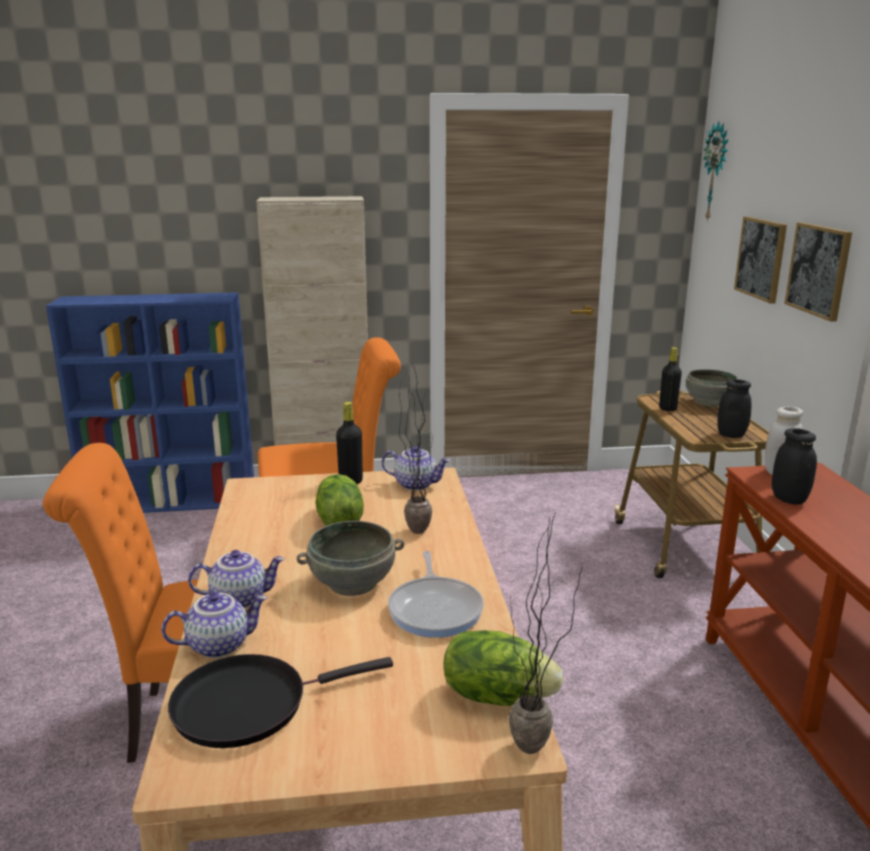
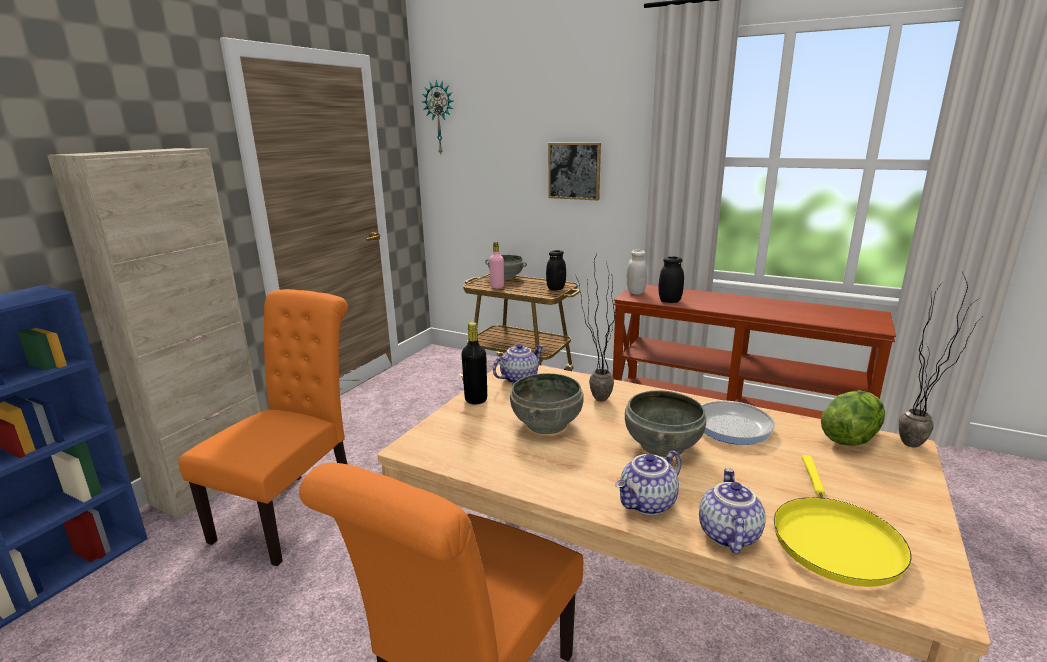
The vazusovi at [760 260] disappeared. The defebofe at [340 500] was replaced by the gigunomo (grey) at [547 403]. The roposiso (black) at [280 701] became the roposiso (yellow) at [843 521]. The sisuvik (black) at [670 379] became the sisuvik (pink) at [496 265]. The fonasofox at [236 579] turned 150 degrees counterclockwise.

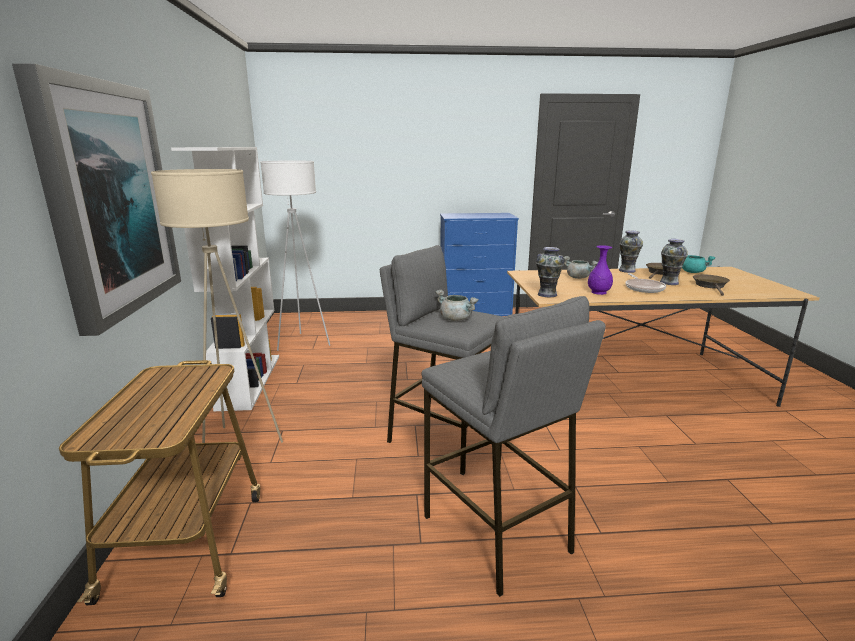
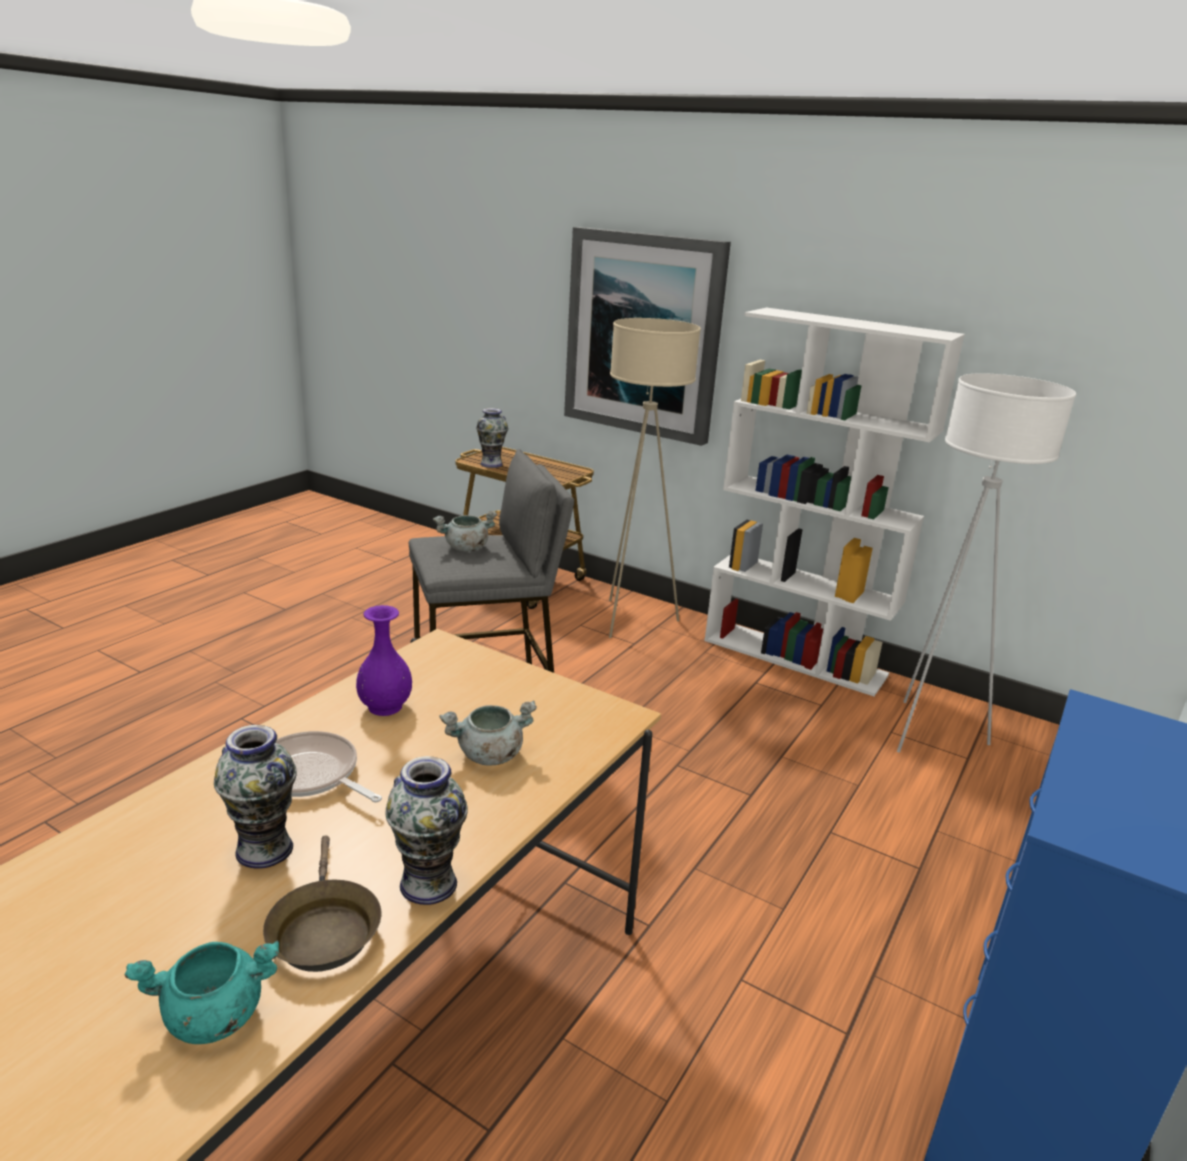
The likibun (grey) at [513 446] disappeared. The roposiso (brown) at [711 285] disappeared. The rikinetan moved from [550 272] to [492 438].

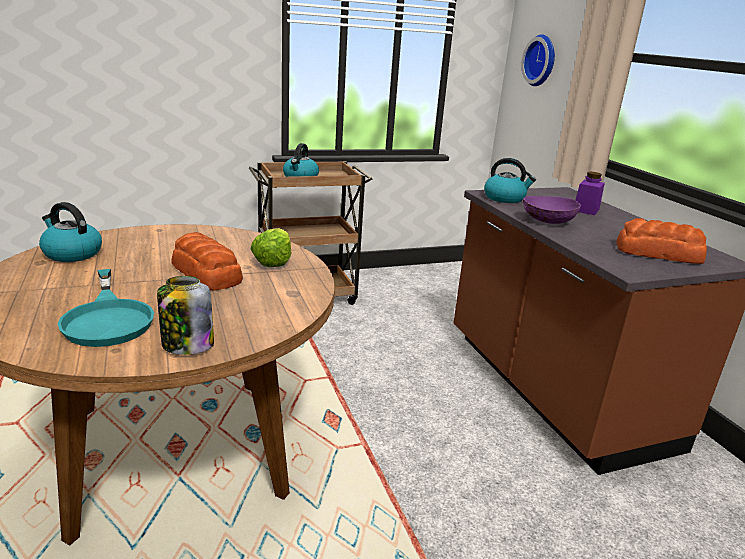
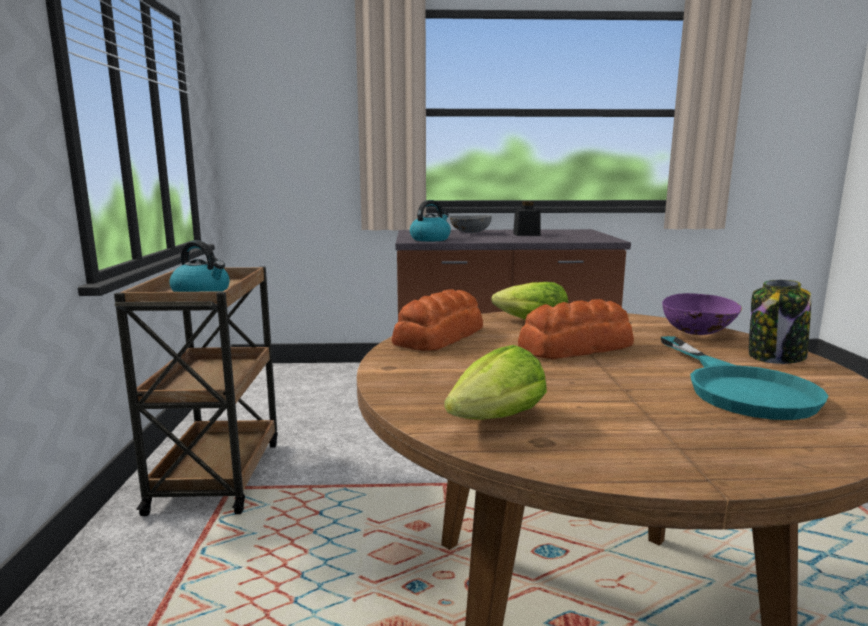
The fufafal at [538 60] disappeared. The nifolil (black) at [527 218] appeared. The gigunomo (purple) moved from [552 210] to [702 314]. The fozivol moved from [661 241] to [437 320]. The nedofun at [70 232] was replaced by the defebofe at [495 382]. The nifolil (purple) at [590 193] was replaced by the gigunomo (grey) at [470 224]. The roposiso (turquoise) at [106 308] turned 90 degrees clockwise.

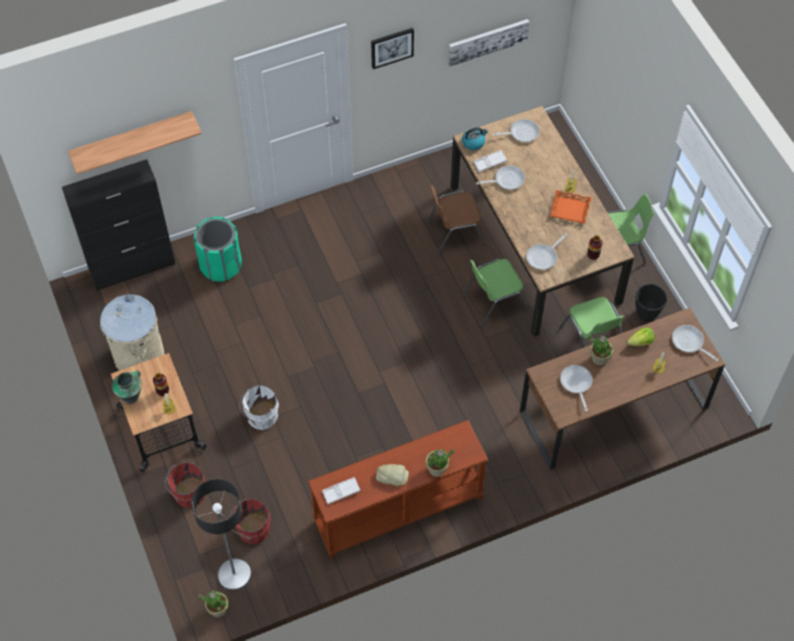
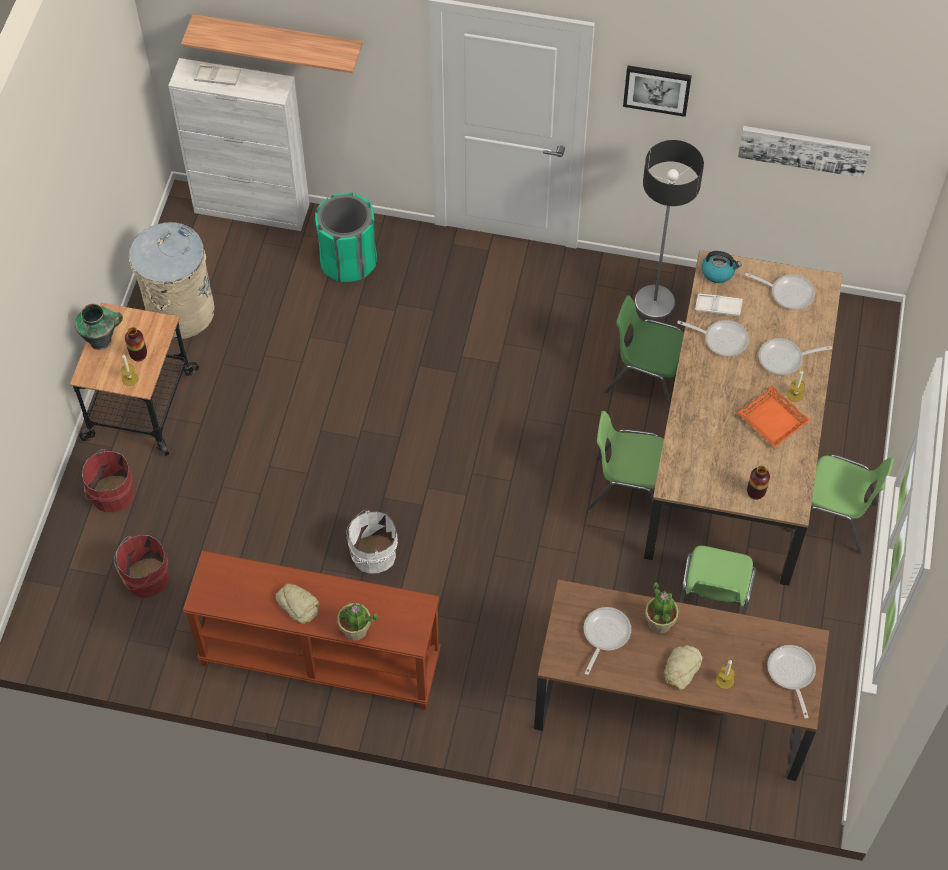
The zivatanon at [213 604] disappeared. The defebofe at [641 336] disappeared. The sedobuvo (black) at [651 302] disappeared. The fozivol at [683 667] appeared. The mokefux moved from [221 535] to [669 230]. The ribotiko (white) moved from [259 407] to [372 542]. The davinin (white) moved from [341 490] to [217 75]. The roposiso moved from [546 252] to [795 356]. The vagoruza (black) at [118 225] became the vagoruza (white) at [239 144]. The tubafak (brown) at [456 220] became the tubafak (green) at [644 352].

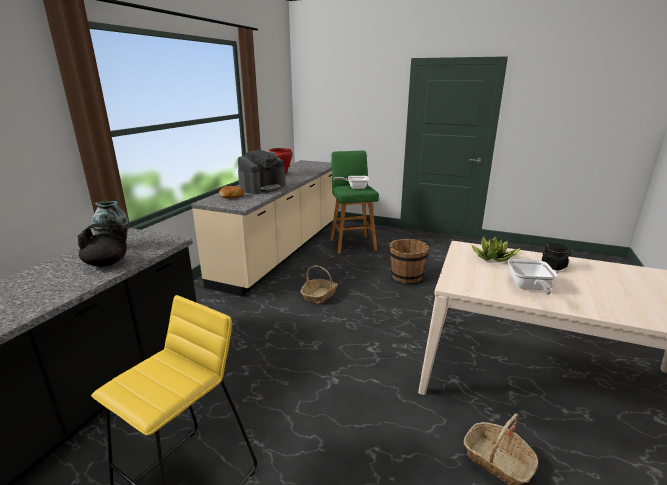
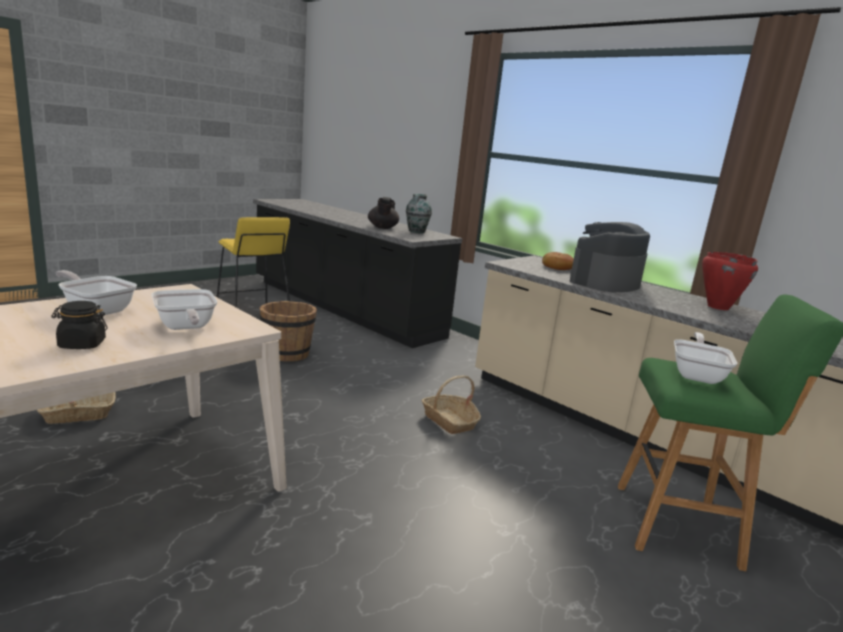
The ribotiko (brown) moved from [409 261] to [288 331]. The zivatanon at [496 249] was replaced by the roposiso at [184 309]. The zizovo at [261 172] turned 75 degrees clockwise.

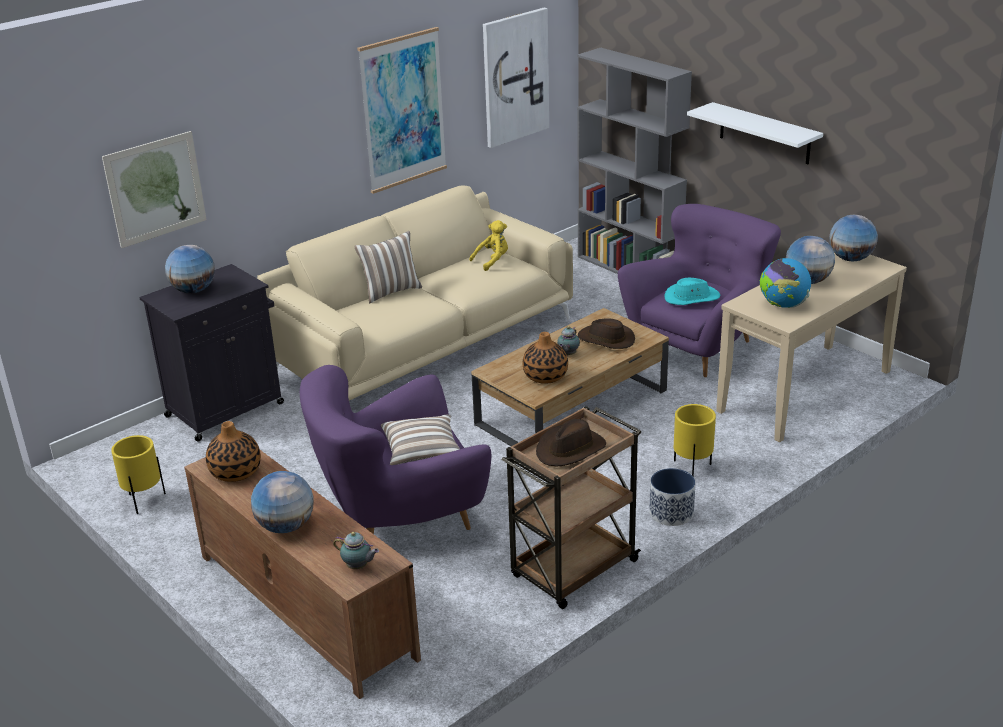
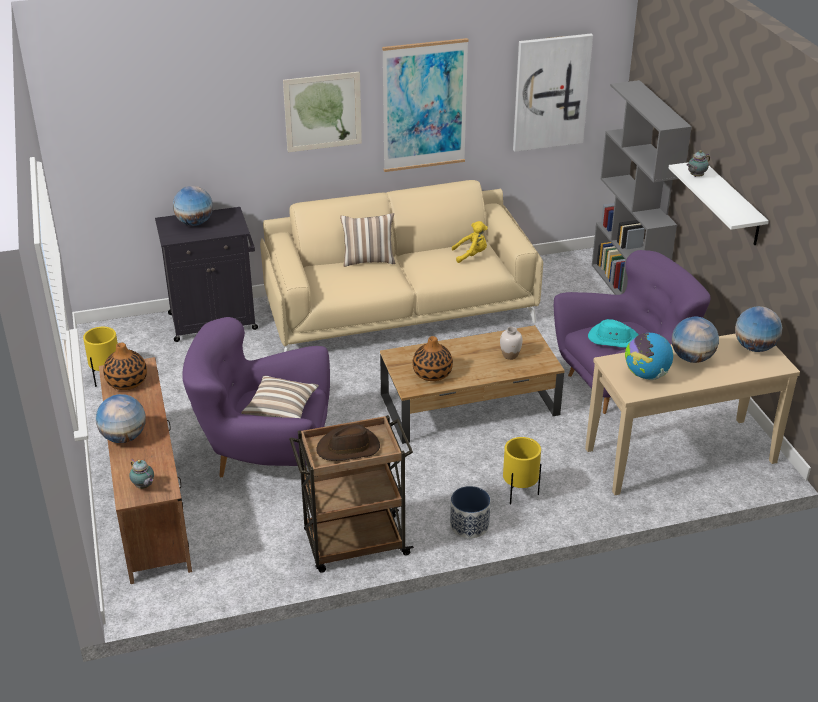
The vazusovi moved from [154 189] to [322 112]. The fonasofox moved from [568 341] to [698 163]. The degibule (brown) at [606 334] was replaced by the rikinetan (white) at [511 343].

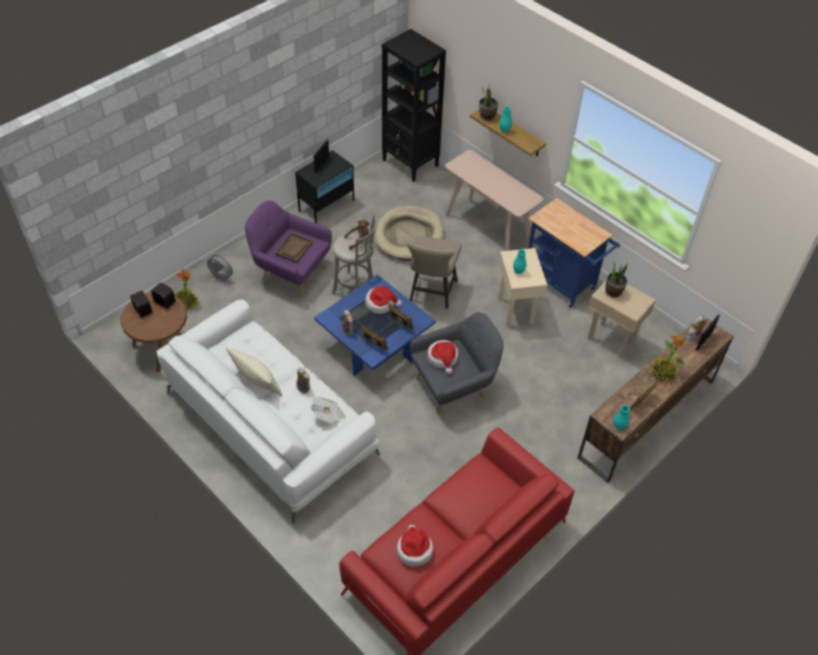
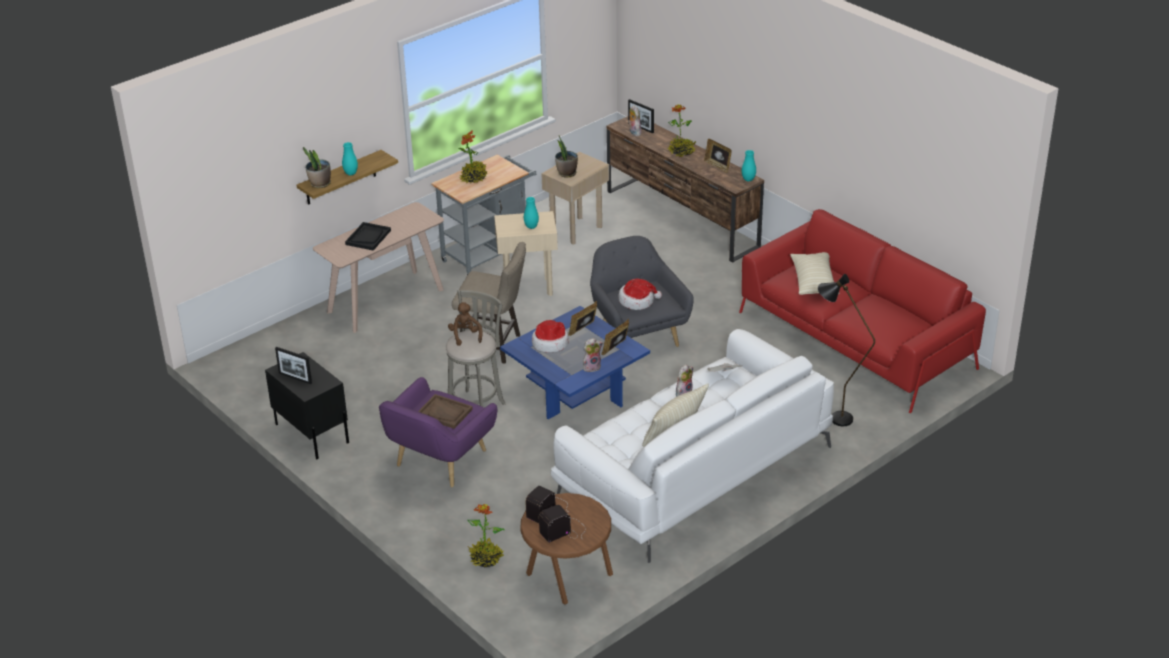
The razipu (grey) at [219 268] disappeared. The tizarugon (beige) at [409 233] disappeared. The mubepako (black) at [414 105] disappeared. The degibule at [415 546] disappeared. The davinin (black) at [368 236] appeared. The zivatanon at [473 156] appeared. The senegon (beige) at [814 273] appeared. The mokefux (black) at [846 350] appeared. The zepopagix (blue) at [574 253] became the zepopagix (grey) at [483 215].

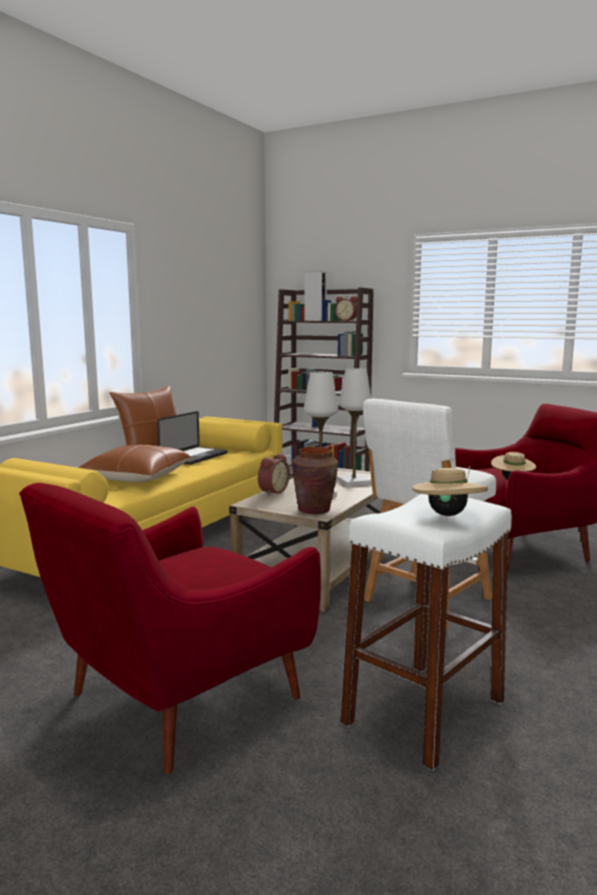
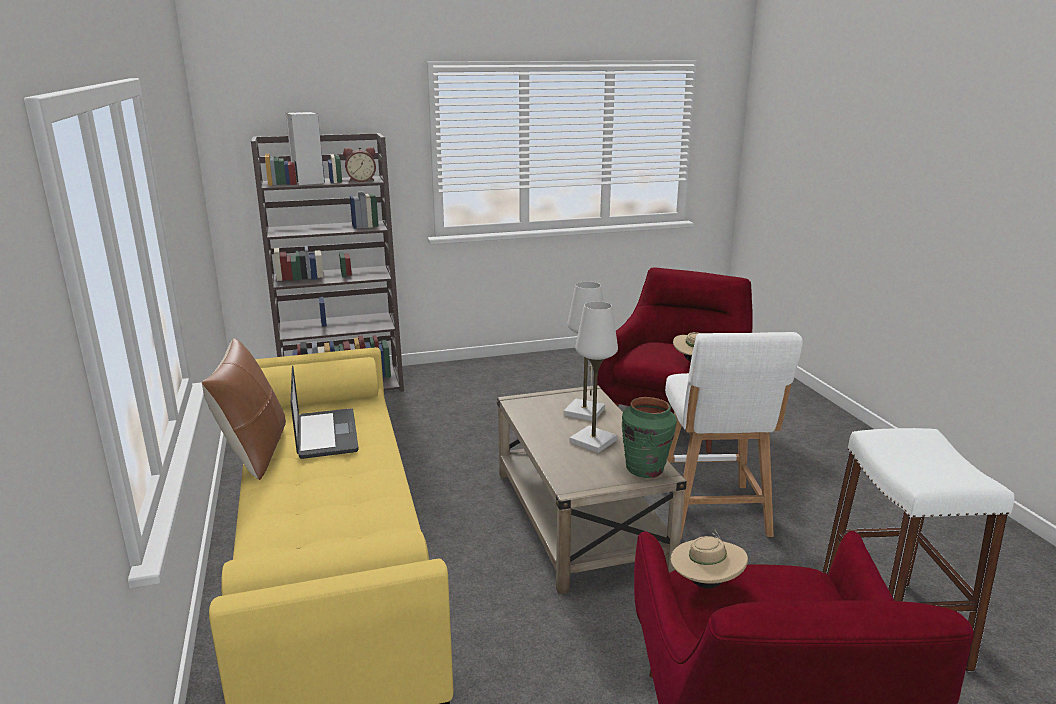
The senegon (brown) at [134 463] disappeared. The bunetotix at [274 474] disappeared. The degibule (beige) moved from [450 491] to [709 559]. The rikinetan (brown) at [315 481] became the rikinetan (green) at [649 437].

